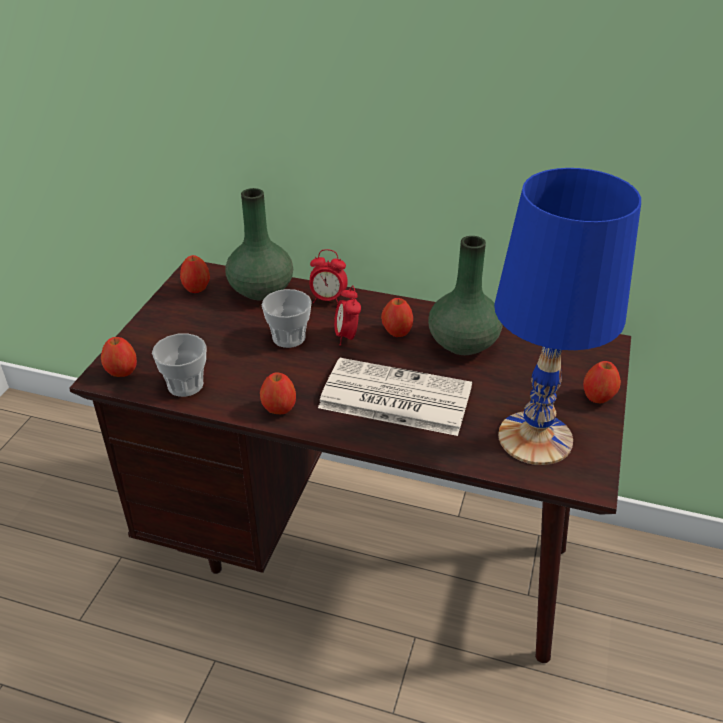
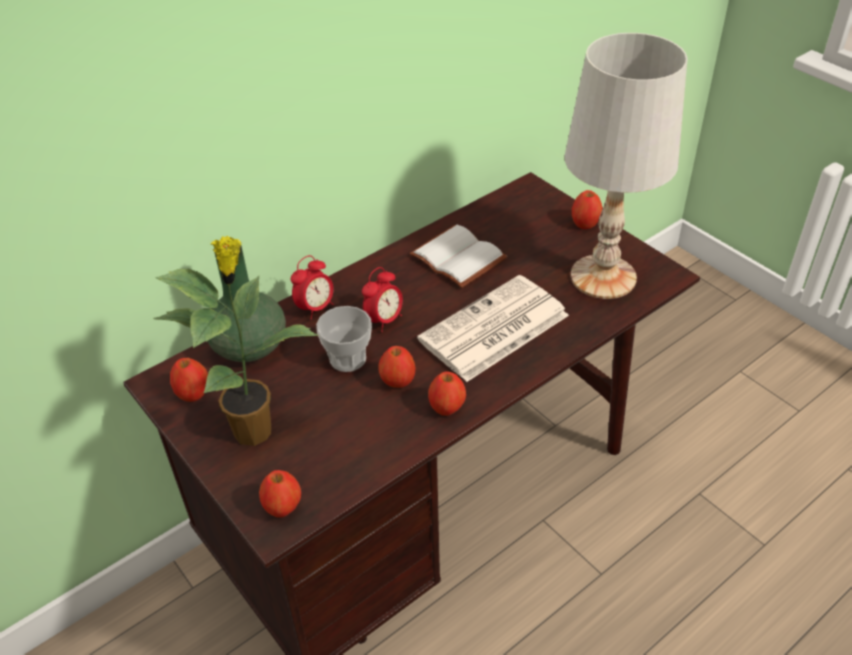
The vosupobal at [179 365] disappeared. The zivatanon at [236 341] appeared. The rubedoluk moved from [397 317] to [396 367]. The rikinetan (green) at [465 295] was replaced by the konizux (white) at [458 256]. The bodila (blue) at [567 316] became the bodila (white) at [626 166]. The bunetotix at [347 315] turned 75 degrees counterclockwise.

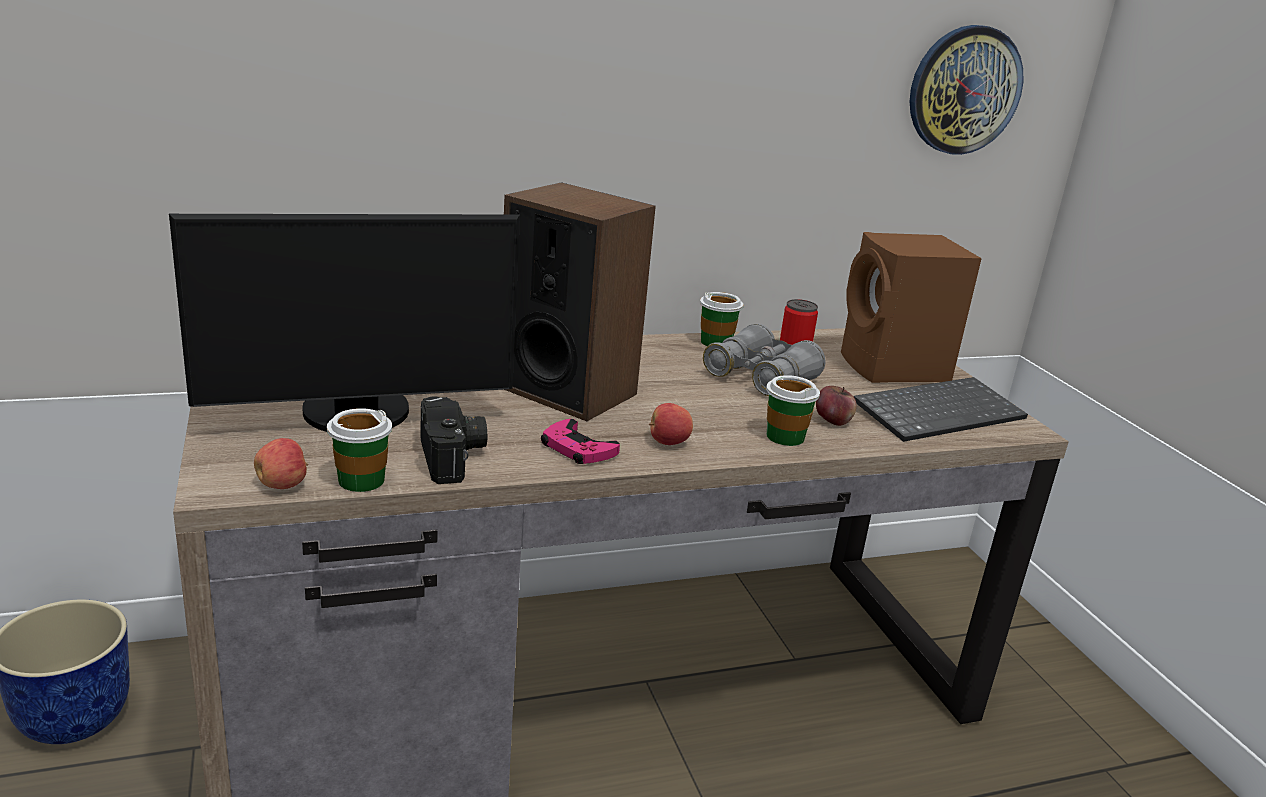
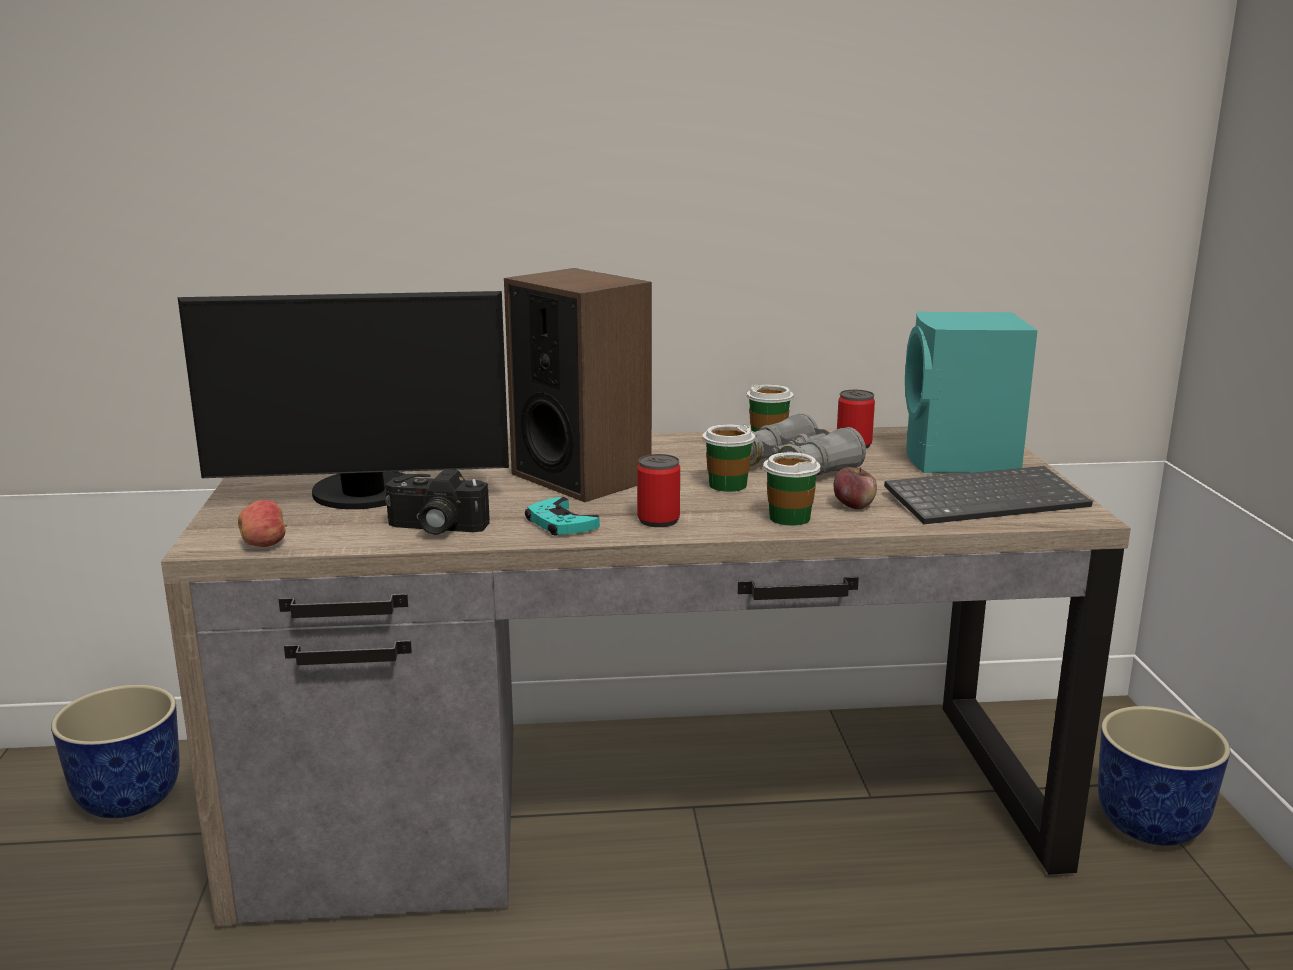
The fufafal at [966 90] disappeared. The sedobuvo at [1164 776] appeared. The vosupobal moved from [359 450] to [729 458]. The rubedoluk at [671 424] was replaced by the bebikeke at [658 490]. The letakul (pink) at [580 441] became the letakul (turquoise) at [562 516]. The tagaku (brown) at [911 307] became the tagaku (turquoise) at [971 392]. The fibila at [453 440] turned 105 degrees clockwise.

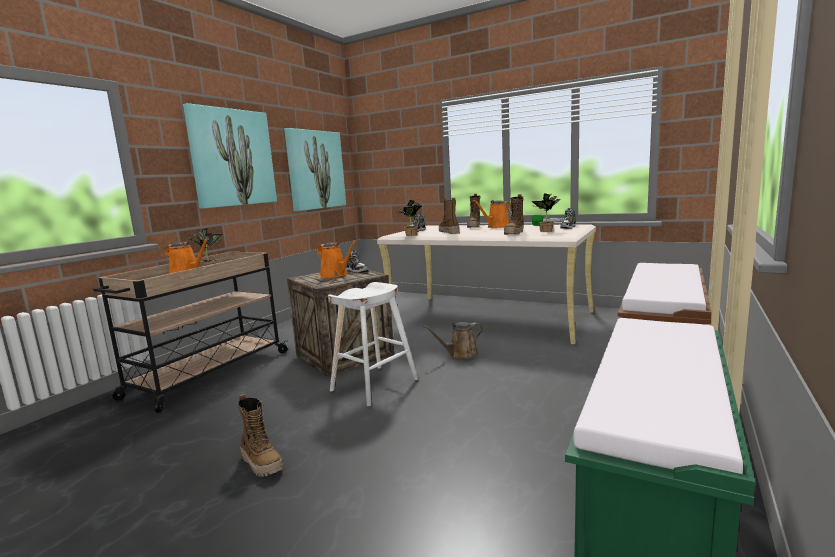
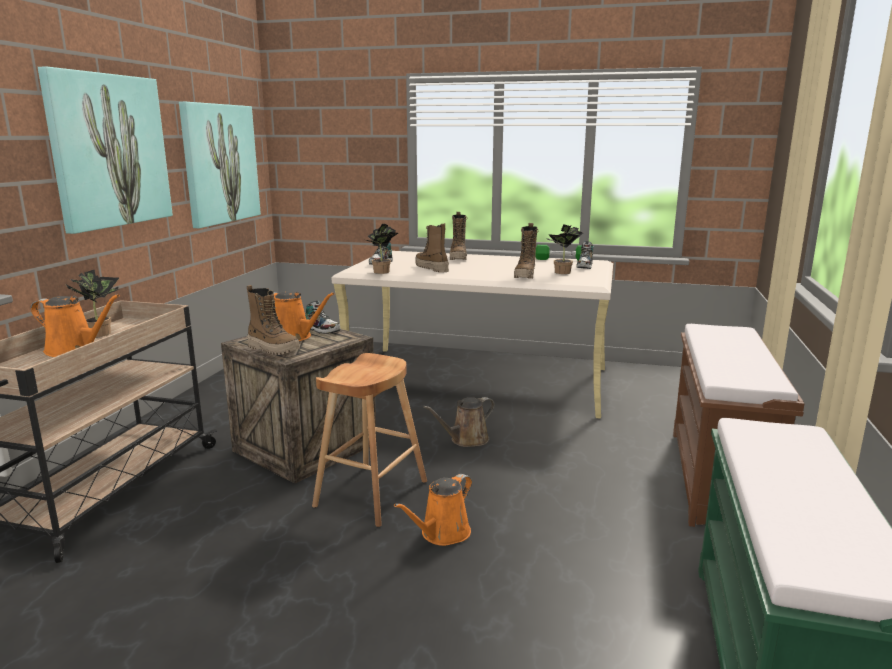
The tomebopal moved from [260 435] to [273 320]. The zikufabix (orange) moved from [492 214] to [433 510]. The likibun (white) at [373 344] became the likibun (brown) at [369 440].

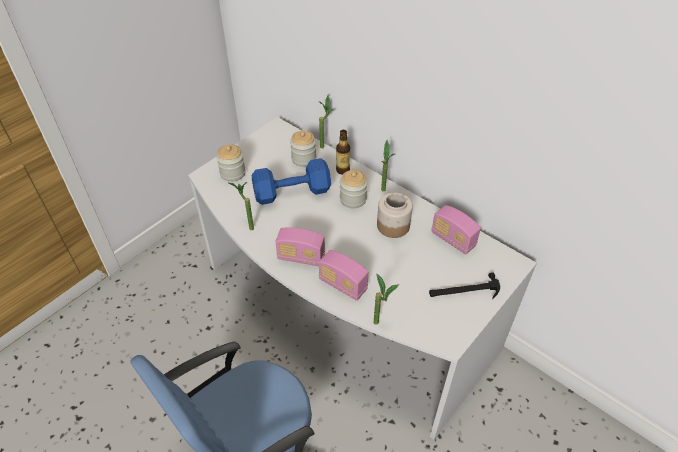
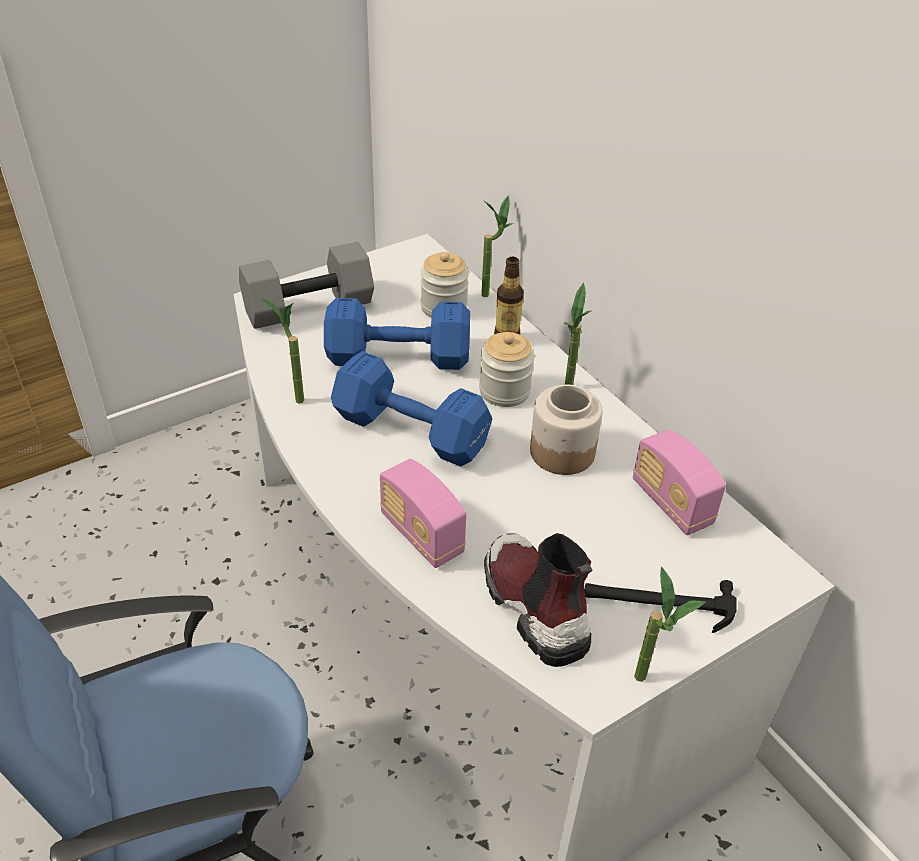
The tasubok at [300 246] disappeared. The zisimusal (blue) at [411 409] appeared. The tomebopal at [538 600] appeared. The zivatanon moved from [386 299] to [670 624]. The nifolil at [231 163] was replaced by the zisimusal (grey) at [306 285].

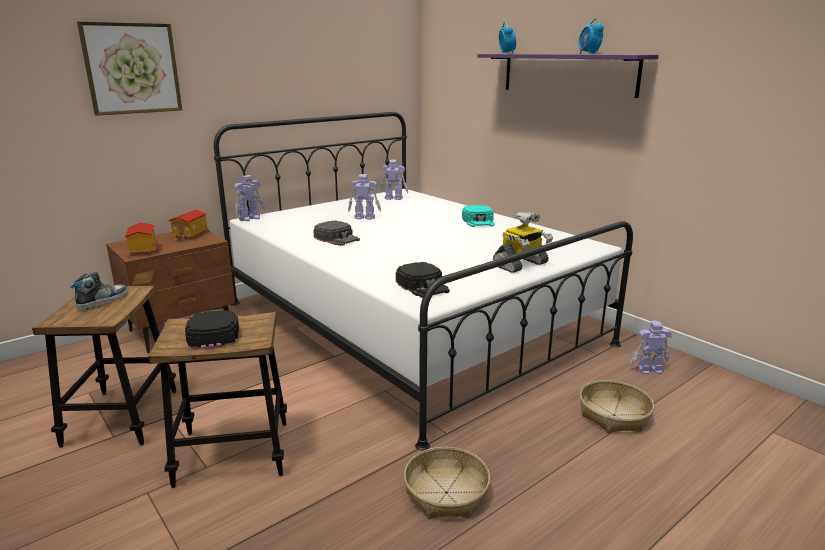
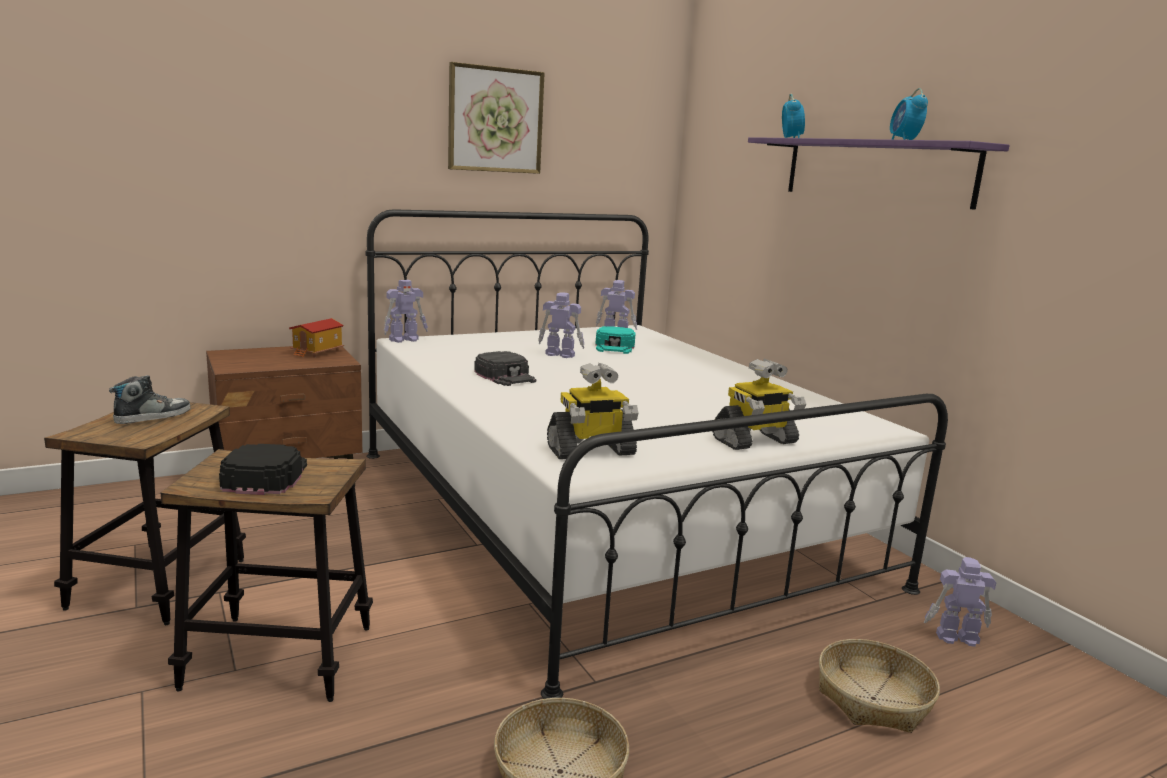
The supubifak at [141 239] disappeared. The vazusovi moved from [129 68] to [496 118]. The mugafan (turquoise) moved from [478 216] to [615 340]. The mugafan (black) at [423 280] was replaced by the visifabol at [592 411].

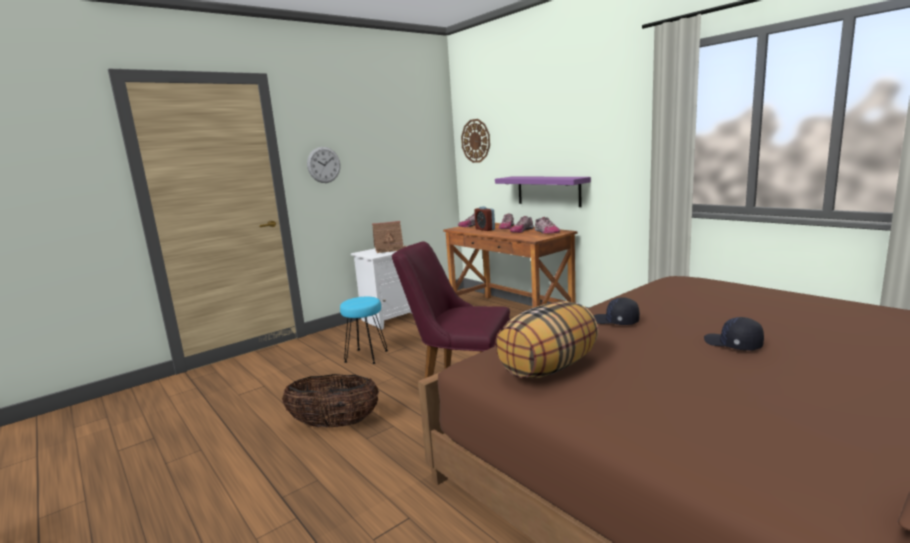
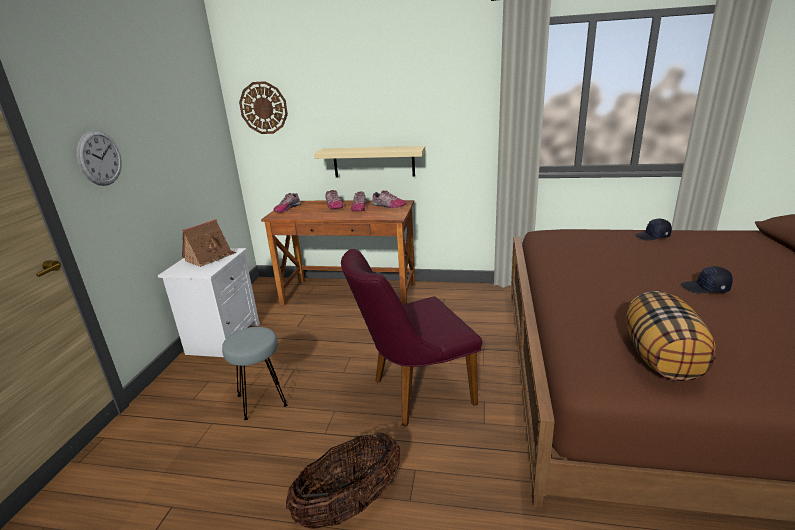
The bunetotix at [484 218] disappeared. The mugafan (black) moved from [617 311] to [653 230]. The likibun (turquoise) at [364 330] became the likibun (grey) at [255 373]. The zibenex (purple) at [543 192] became the zibenex (beige) at [369 161].

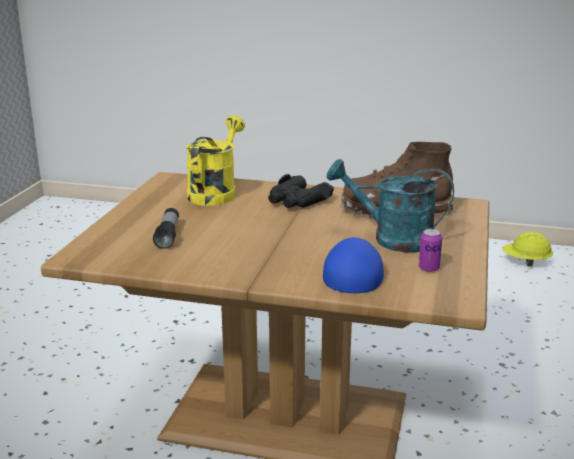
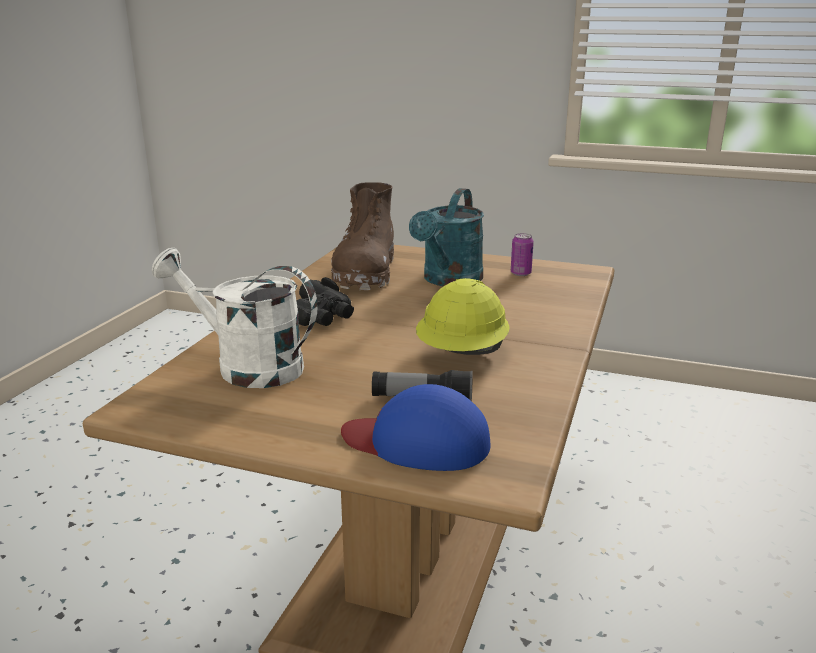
The mugafan (blue) moved from [353 265] to [416 427]. The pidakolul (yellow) moved from [527 249] to [463 316]. The zikufabix (yellow) at [215 161] became the zikufabix (white) at [235 318].

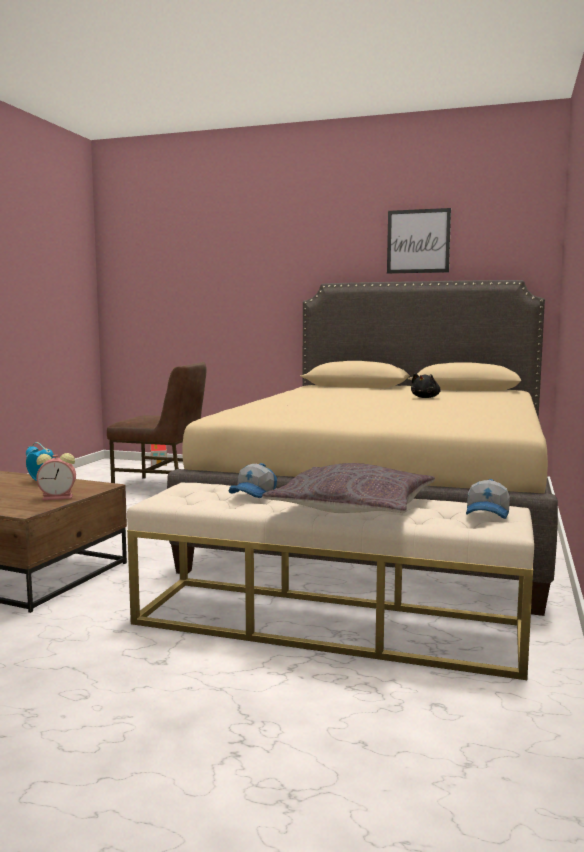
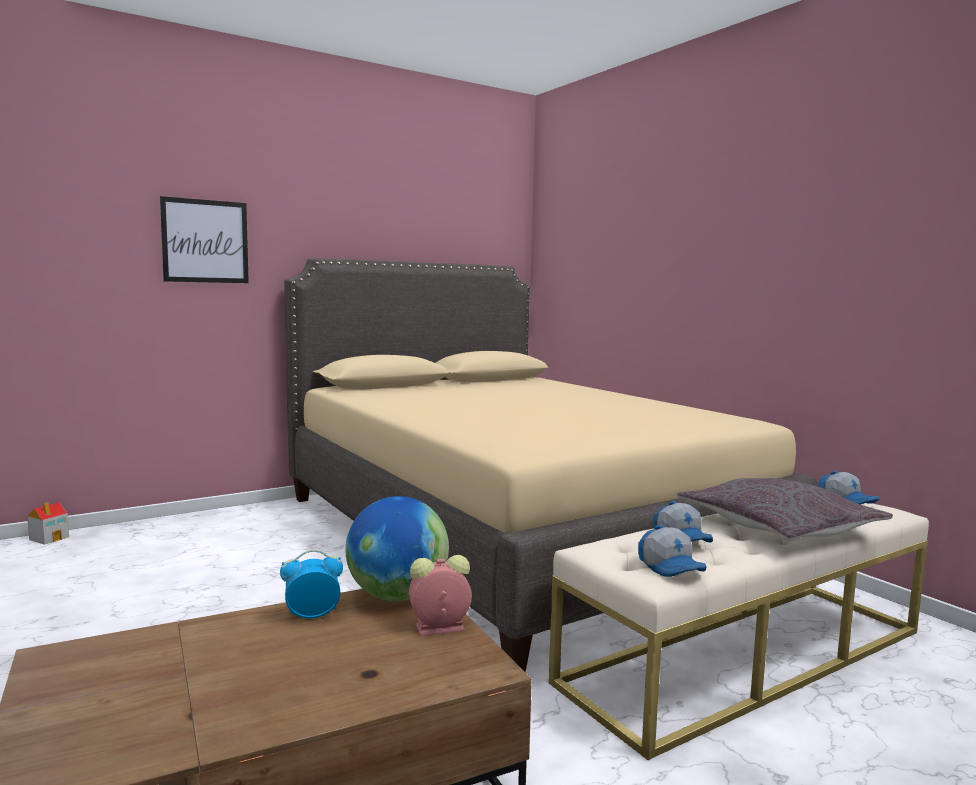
The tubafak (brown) at [157 422] disappeared. The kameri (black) at [426 385] disappeared. The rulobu at [397 548] appeared. The mugafan at [672 551] appeared. The vazusovi moved from [419 241] to [204 239]. The bunetotix at [56 476] turned 135 degrees counterclockwise.

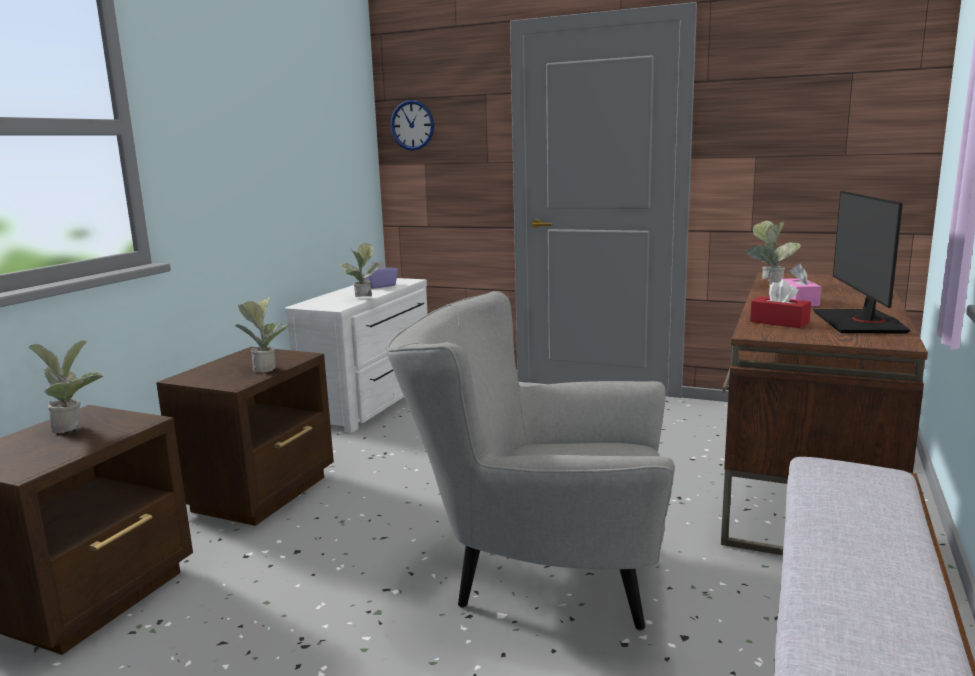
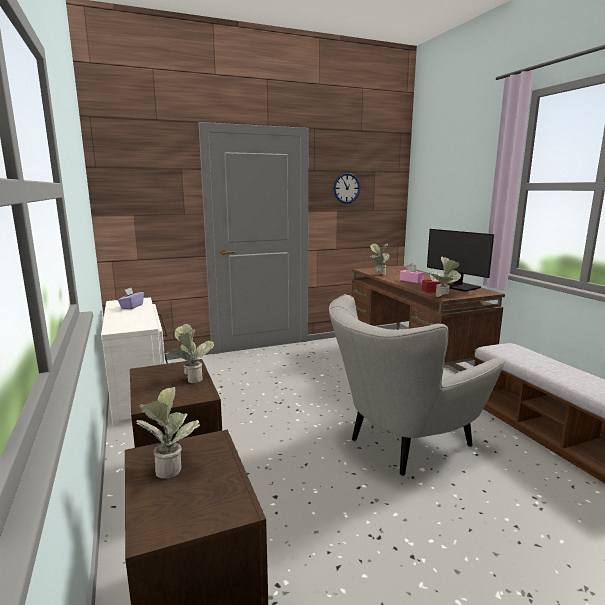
The zivatanon moved from [359 270] to [445 276]. The fufafal moved from [412 125] to [346 188].

